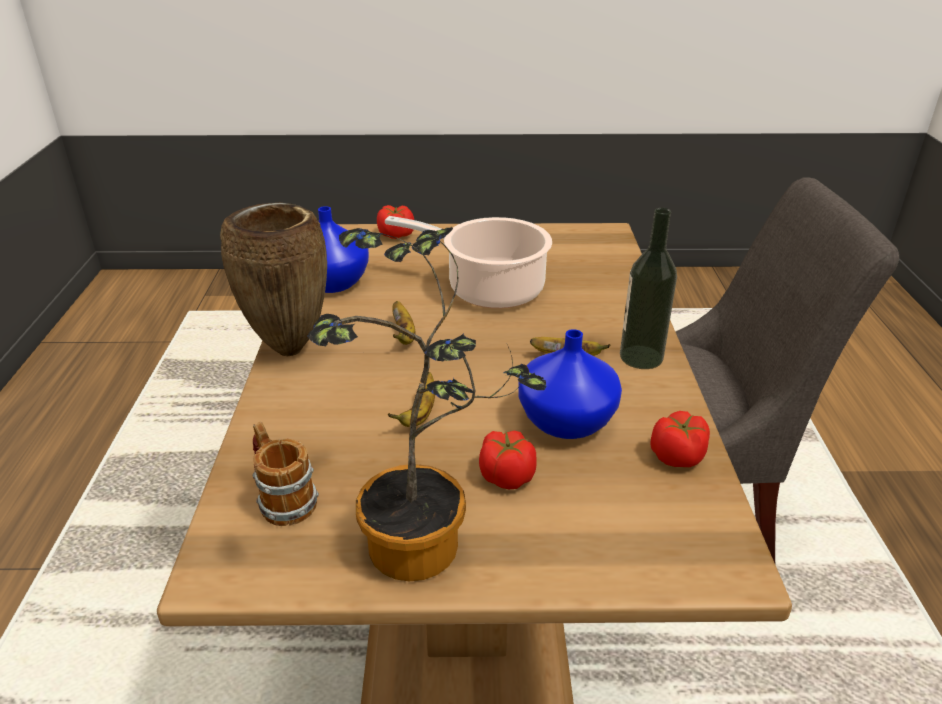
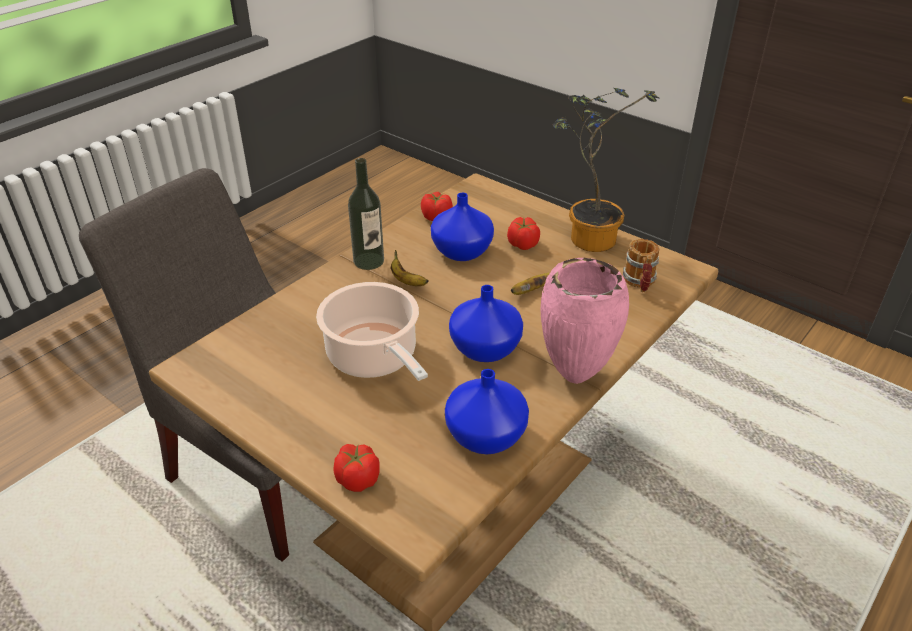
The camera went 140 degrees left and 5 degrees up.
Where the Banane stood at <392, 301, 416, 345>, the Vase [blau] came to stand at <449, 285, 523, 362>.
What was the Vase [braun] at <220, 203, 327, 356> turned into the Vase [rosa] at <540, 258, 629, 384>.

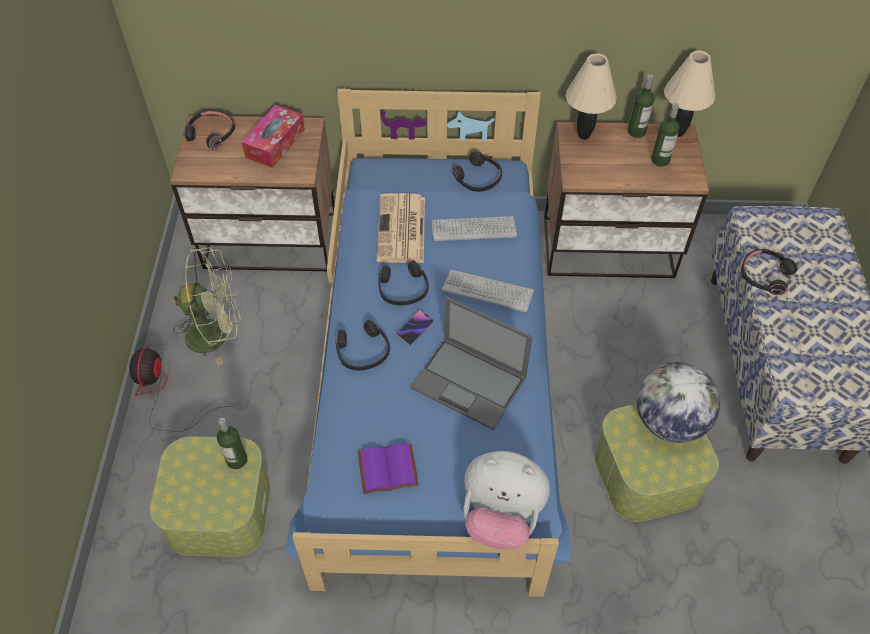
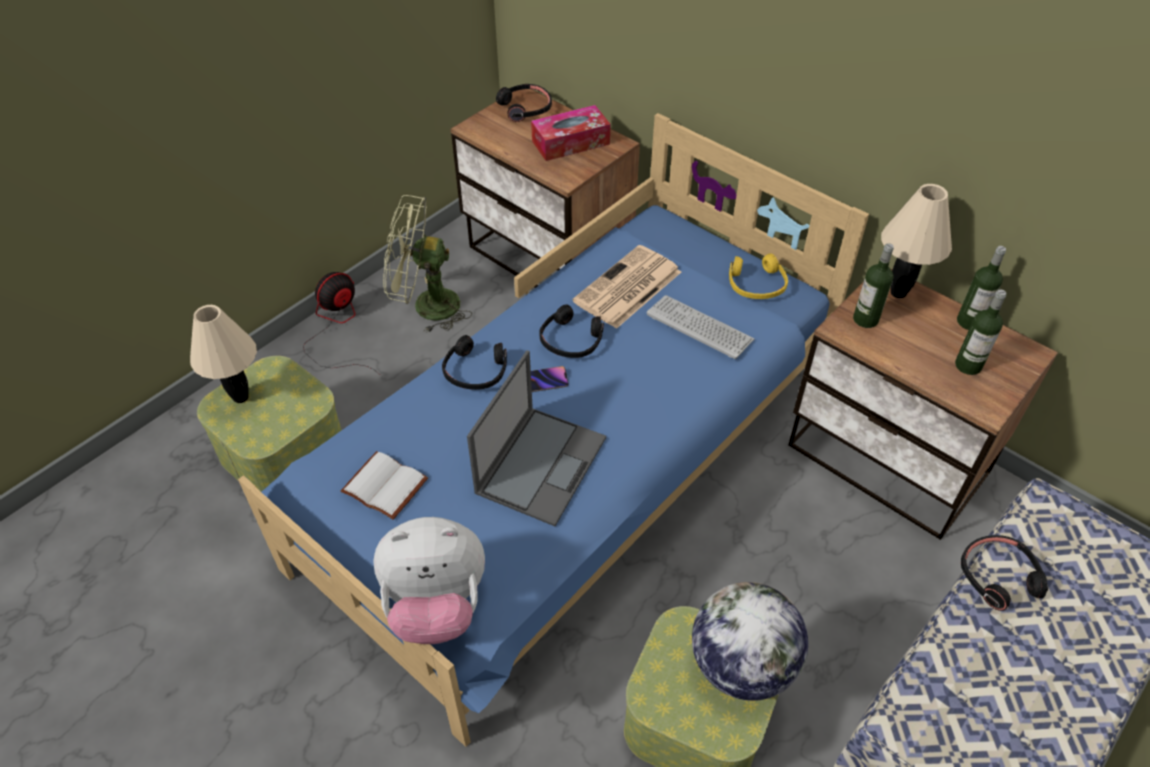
The camera went 40 degrees right and 5 degrees down.
The second view lost the Tastatur at <442, 269, 534, 312>.
The Flasche ended up elsewhere, having gone from <217, 418, 247, 469> to <853, 243, 894, 328>.
The Tischlampe [beige] ended up elsewhere, having gone from <664, 51, 715, 137> to <190, 305, 257, 403>.
What was the Buch [lila] at <358, 443, 418, 494> turned into the Buch [weiß] at <341, 451, 428, 520>.
What was the Kopfhörer [schwarz] at <452, 151, 502, 192> turned into the Kopfhörer [gelb] at <729, 253, 788, 299>.
The Ventilator [grün] at <173, 248, 240, 366> ended up facing another way, 150 degrees clockwise from before.
The Laptop at <411, 296, 533, 430> ended up facing another way, 135 degrees counterclockwise from before.
The Plüschtier at <463, 451, 550, 549> ended up facing another way, 60 degrees counterclockwise from before.

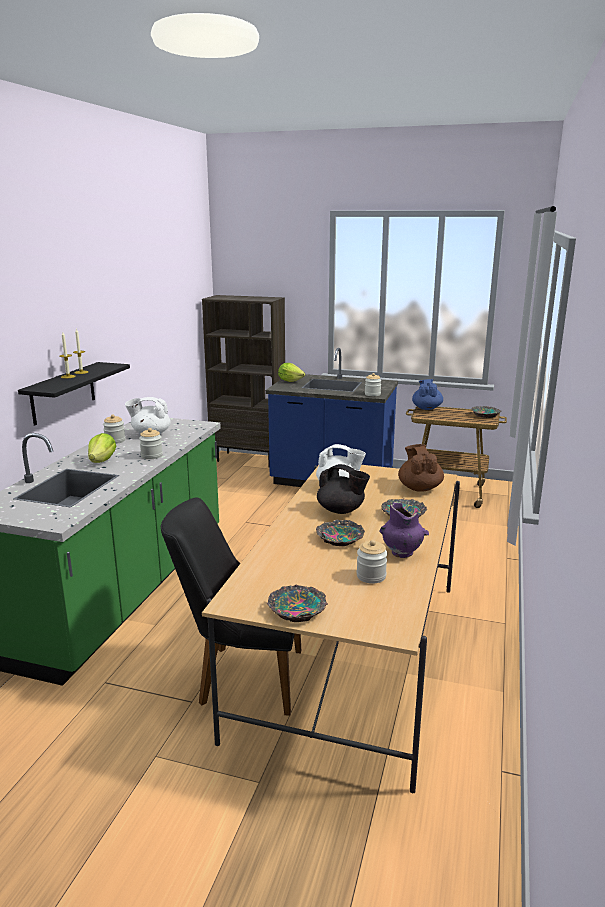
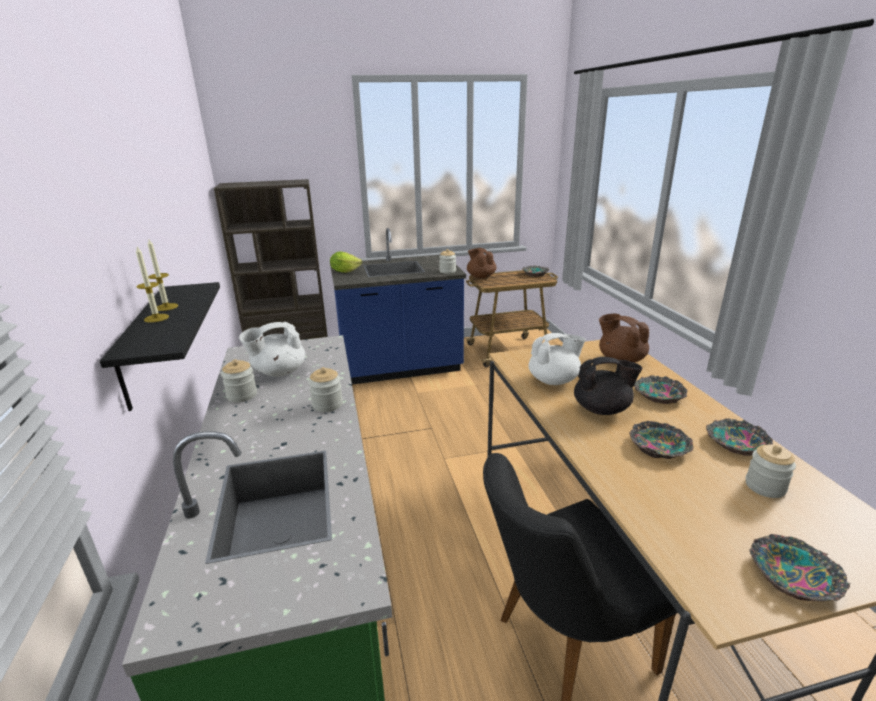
The camera went 30 degrees left and 5 degrees up.
The second view lost the Salatkopf at <88, 433, 117, 463>.
Where the Vase [lila] stood at <379, 502, 429, 558>, the Schüssel came to stand at <706, 418, 773, 456>.
What was the Teekanne [blau] at <412, 379, 443, 410> turned into the Teekanne [braun] at <467, 248, 497, 279>.

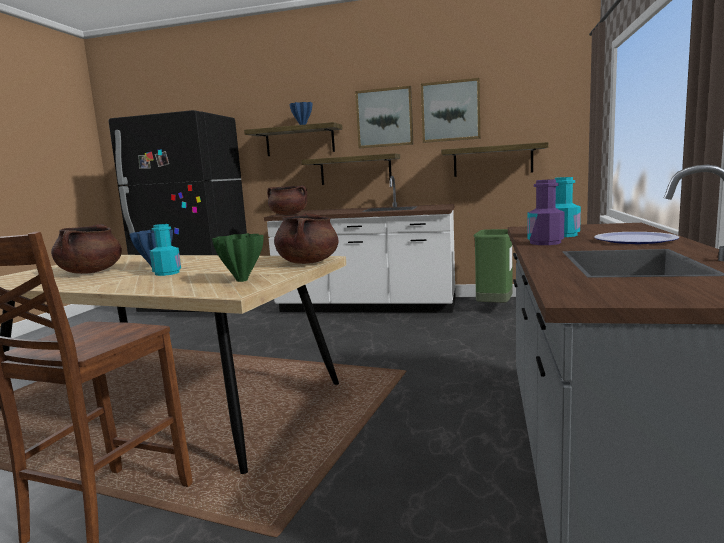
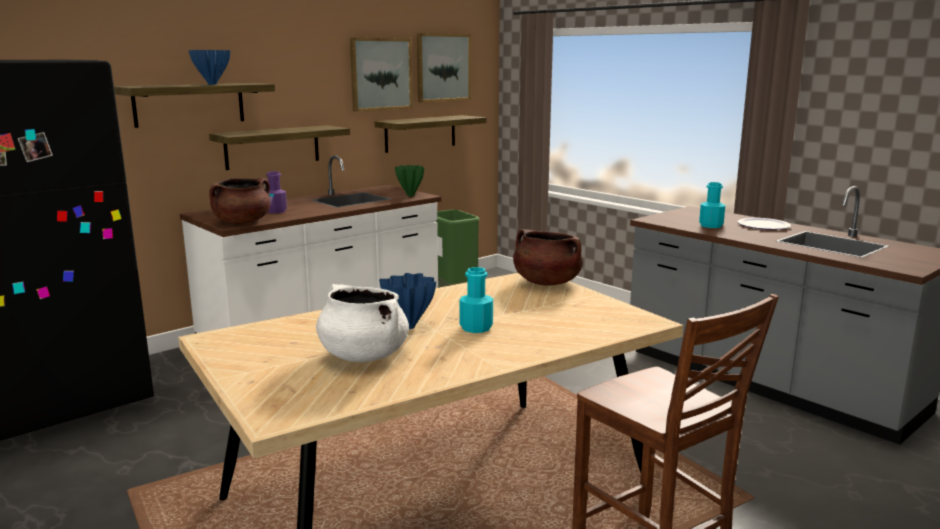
The camera went 55 degrees left and 5 degrees up.
The Vase [grün] ended up elsewhere, having gone from <212, 233, 264, 282> to <395, 165, 424, 196>.
The Bild ended up elsewhere, having gone from <355, 86, 413, 148> to <417, 33, 471, 102>.
The Flasche [lila] ended up elsewhere, having gone from <527, 179, 565, 245> to <266, 171, 287, 213>.
What was the Kochtopf [braun] at <51, 224, 122, 274> turned into the Kochtopf [weiß] at <316, 284, 409, 362>.

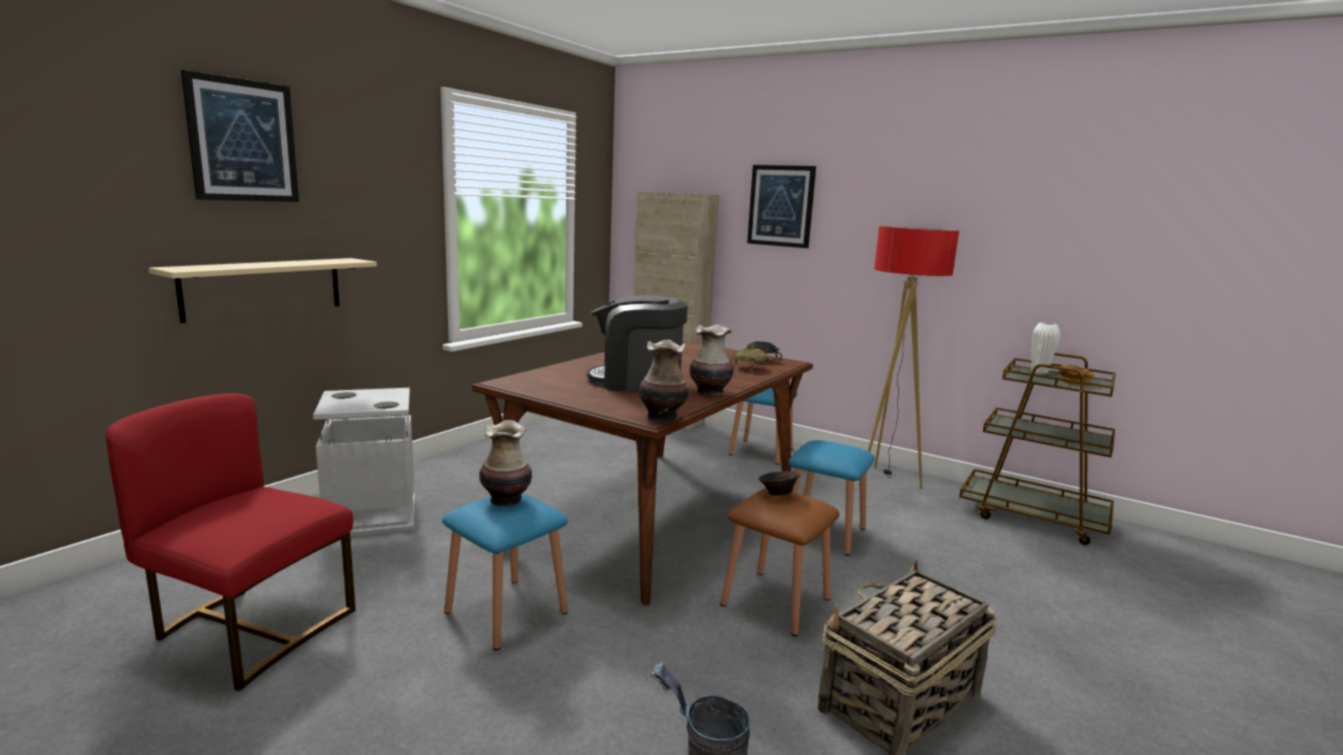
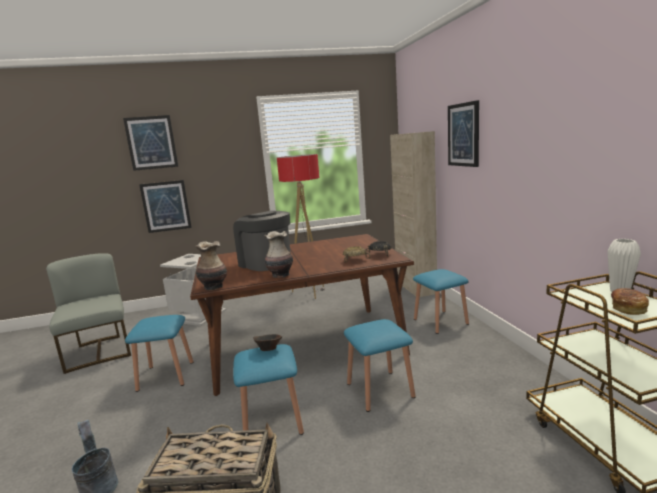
The camera went 45 degrees right and 0 degrees up.
The second view lost the Vase at <479, 420, 532, 506>.
The Stehlampe ended up elsewhere, having gone from <858, 226, 959, 489> to <277, 154, 325, 299>.
Where the Wandregal [beige] hung at <149, 258, 377, 323>, the Bild came to hang at <139, 180, 192, 233>.
What was the Stuhl [rot] at <106, 393, 356, 691> turned into the Stuhl [grau] at <46, 253, 131, 374>.
What was the Hocker [braun] at <720, 488, 840, 636> turned into the Hocker [blau] at <233, 344, 304, 435>.

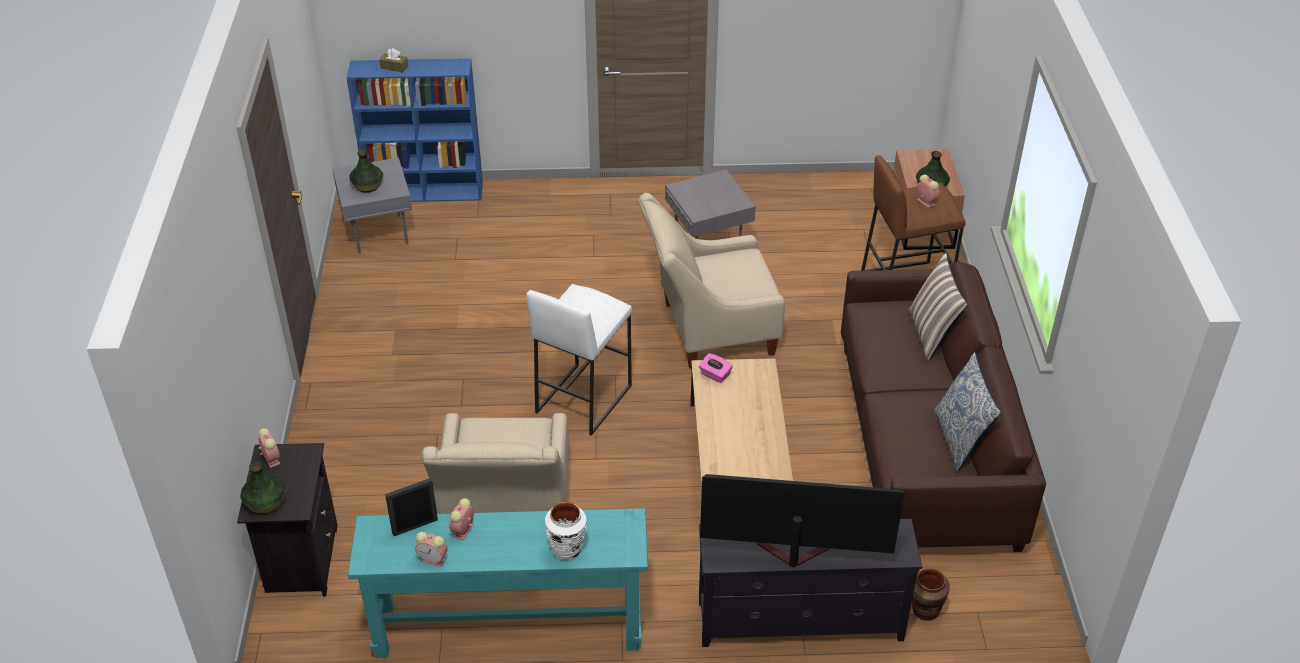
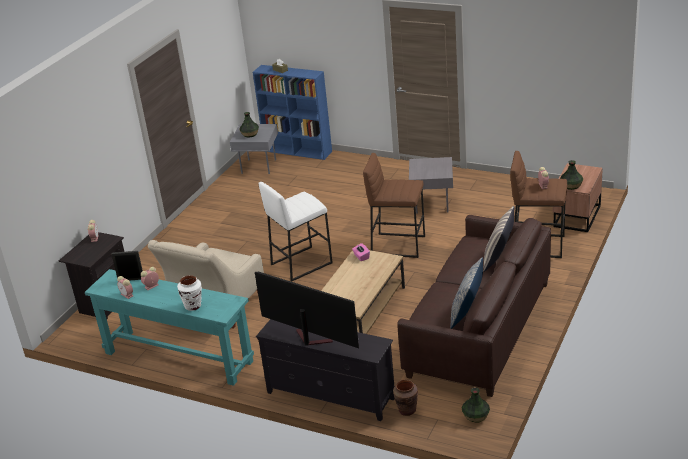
The camera went 30 degrees right and 10 degrees down.
The Vase ended up elsewhere, having gone from <240, 461, 286, 514> to <462, 388, 490, 422>.
Where the Sessel [beige] stood at <638, 193, 785, 368>, the Hocker [braun] came to stand at <363, 153, 425, 258>.

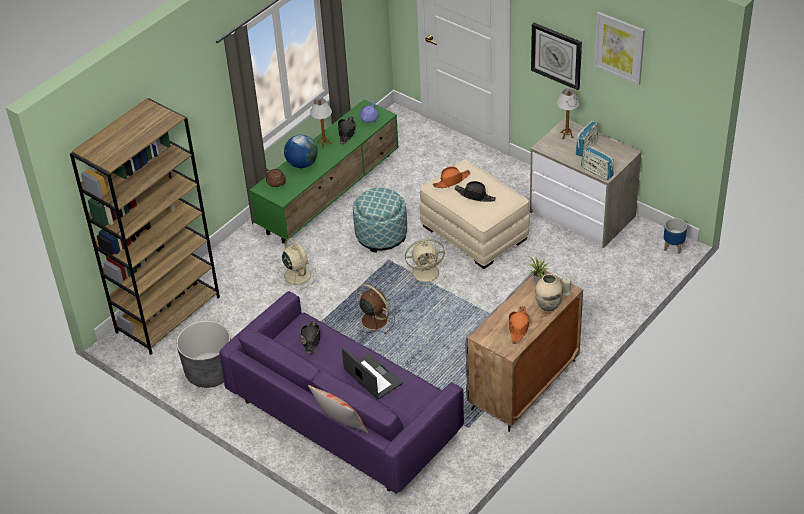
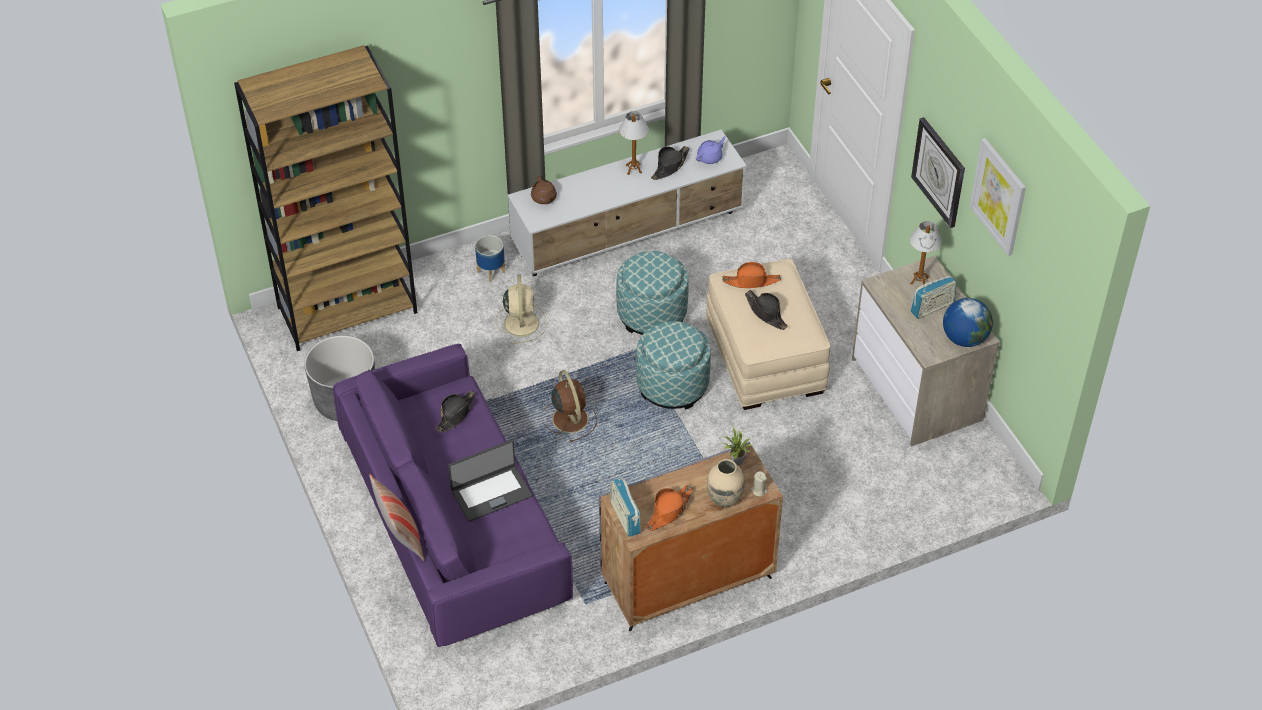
The camera went 25 degrees right and 5 degrees up.
The Globus ended up elsewhere, having gone from <284, 135, 317, 168> to <943, 298, 993, 347>.
The Radio ended up elsewhere, having gone from <581, 146, 614, 180> to <610, 477, 641, 537>.
The Pflanzkübel ended up elsewhere, having gone from <664, 218, 687, 254> to <475, 235, 505, 282>.
Where the Ventilator [beige] stood at <404, 239, 446, 286>, the Polsterhocker came to stand at <636, 321, 711, 410>.
What was the Fernsehschrank [grün] at <250, 99, 399, 244> turned into the Fernsehschrank [weiß] at <508, 130, 747, 276>.
The Laptop at <342, 347, 403, 399> ended up facing another way, 75 degrees clockwise from before.

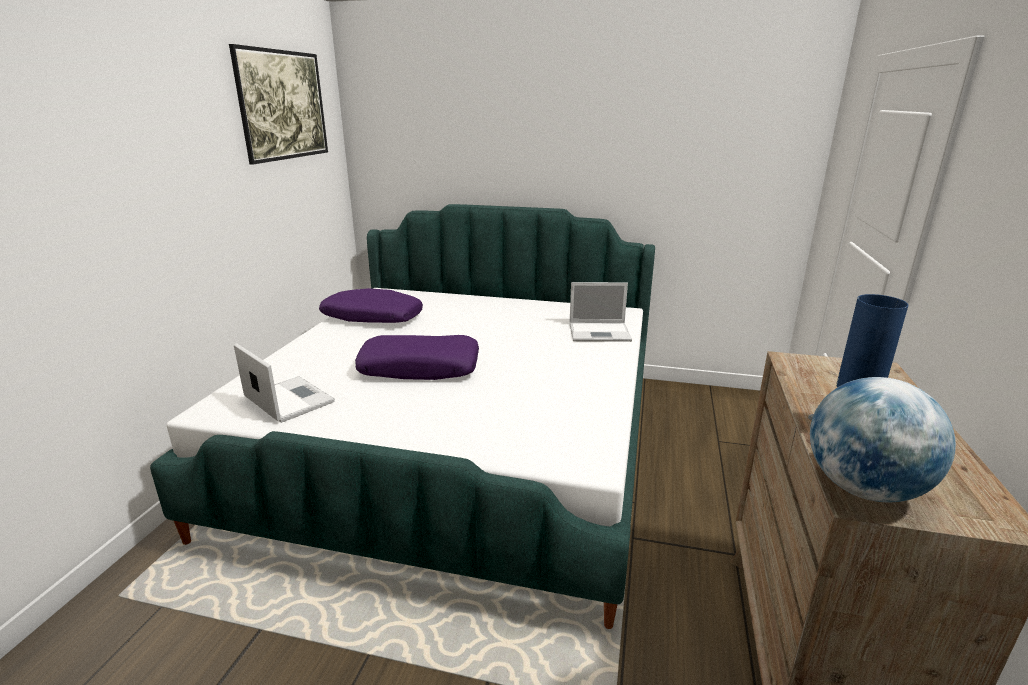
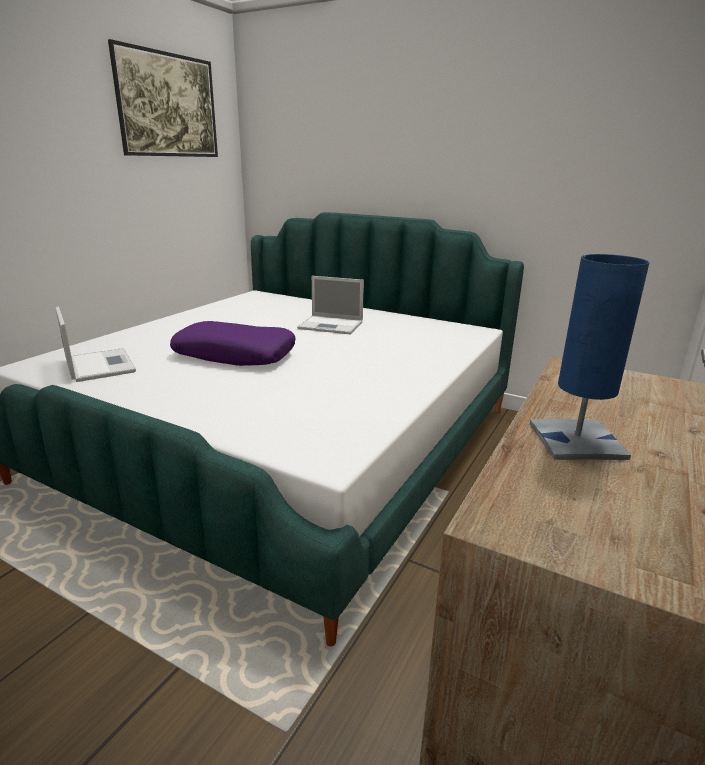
The camera went 15 degrees right and 0 degrees up.
The second view lost the Kissen [lila] at <319, 288, 423, 323>.
The second view lost the Globus at <810, 377, 956, 502>.
The Laptop ended up elsewhere, having gone from <570, 282, 632, 342> to <297, 276, 364, 335>.

